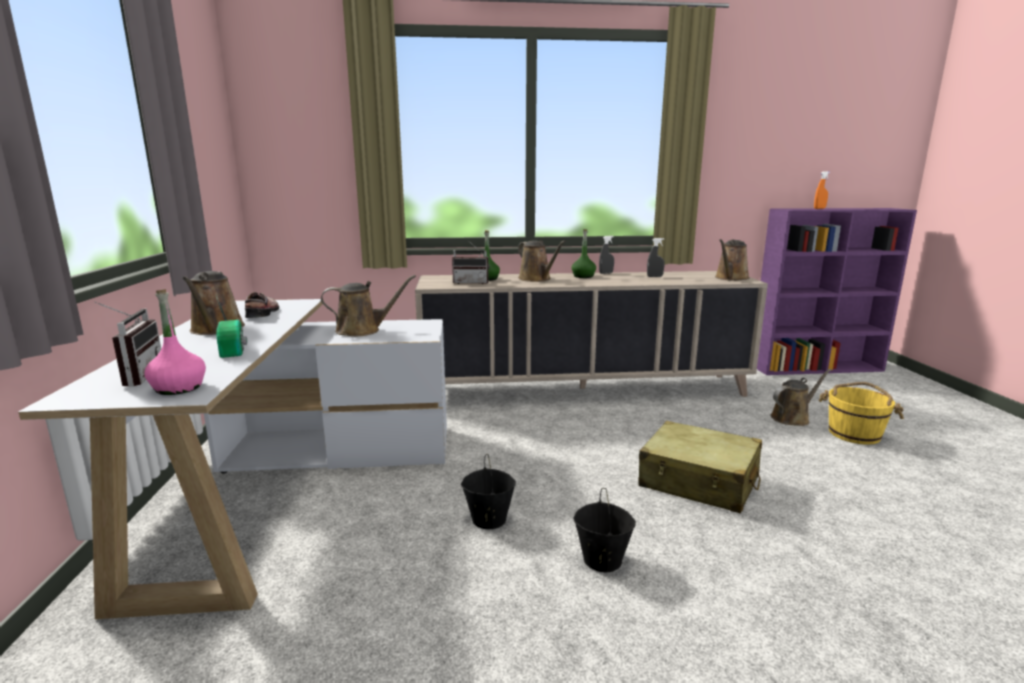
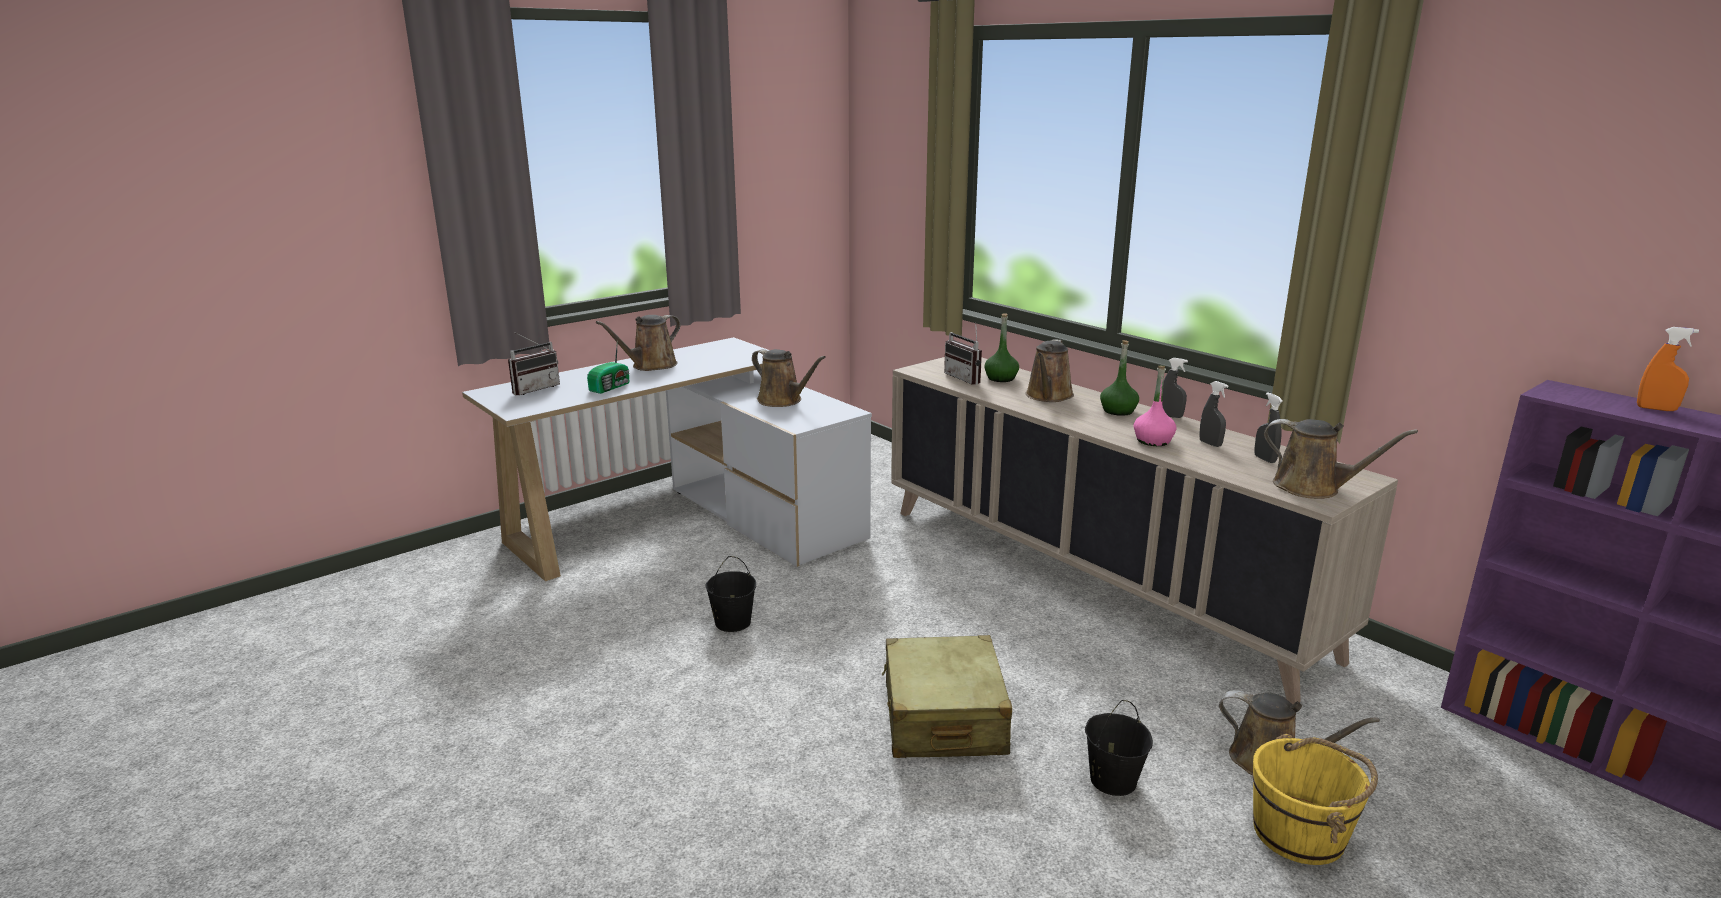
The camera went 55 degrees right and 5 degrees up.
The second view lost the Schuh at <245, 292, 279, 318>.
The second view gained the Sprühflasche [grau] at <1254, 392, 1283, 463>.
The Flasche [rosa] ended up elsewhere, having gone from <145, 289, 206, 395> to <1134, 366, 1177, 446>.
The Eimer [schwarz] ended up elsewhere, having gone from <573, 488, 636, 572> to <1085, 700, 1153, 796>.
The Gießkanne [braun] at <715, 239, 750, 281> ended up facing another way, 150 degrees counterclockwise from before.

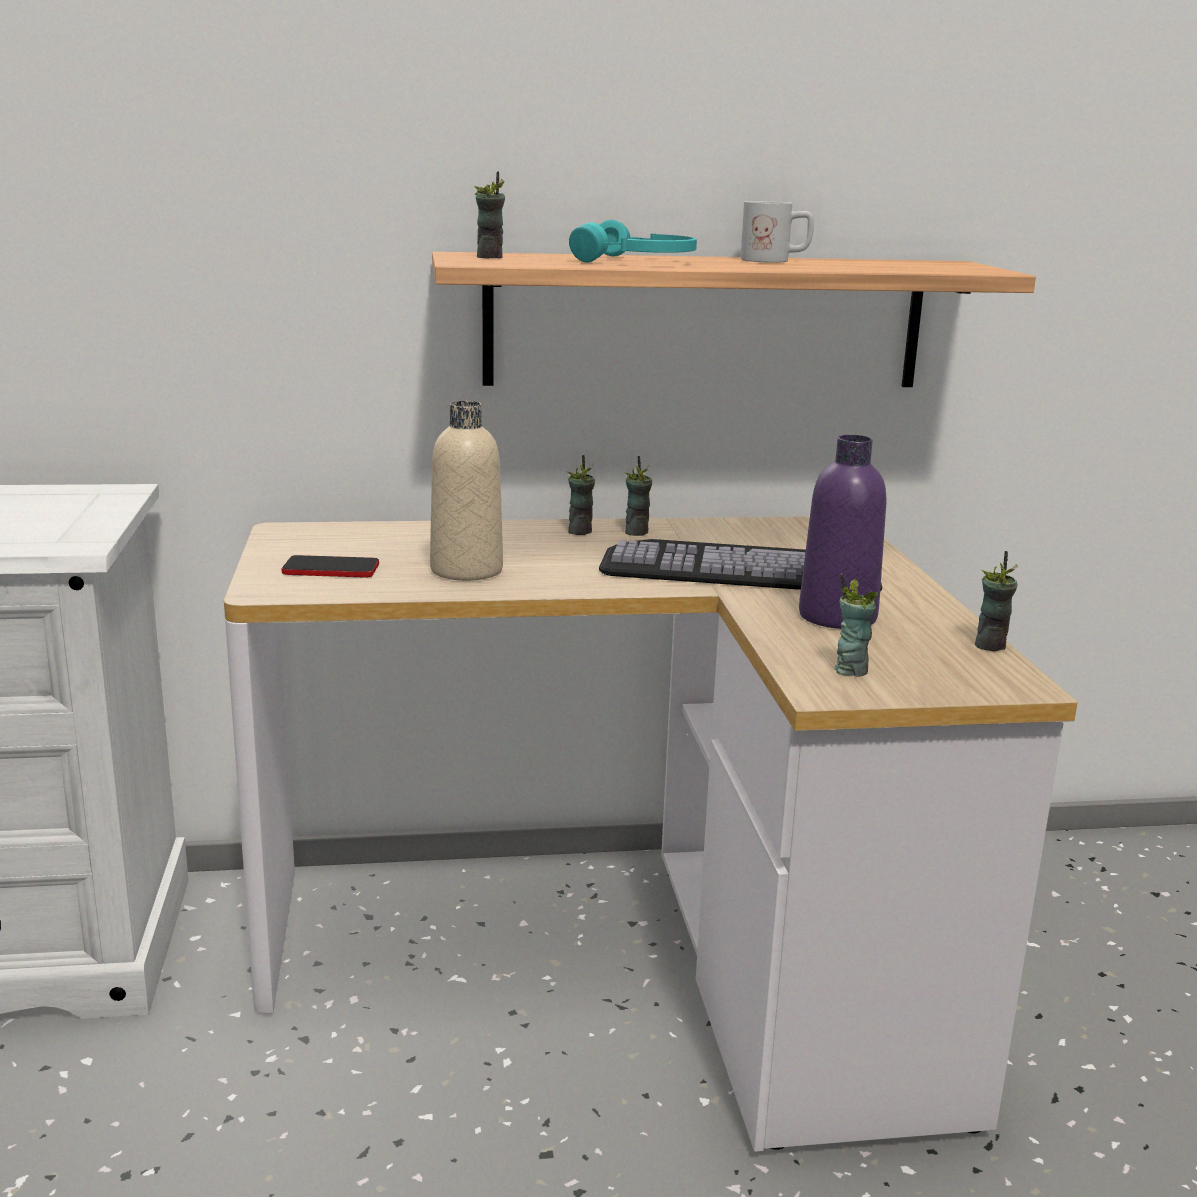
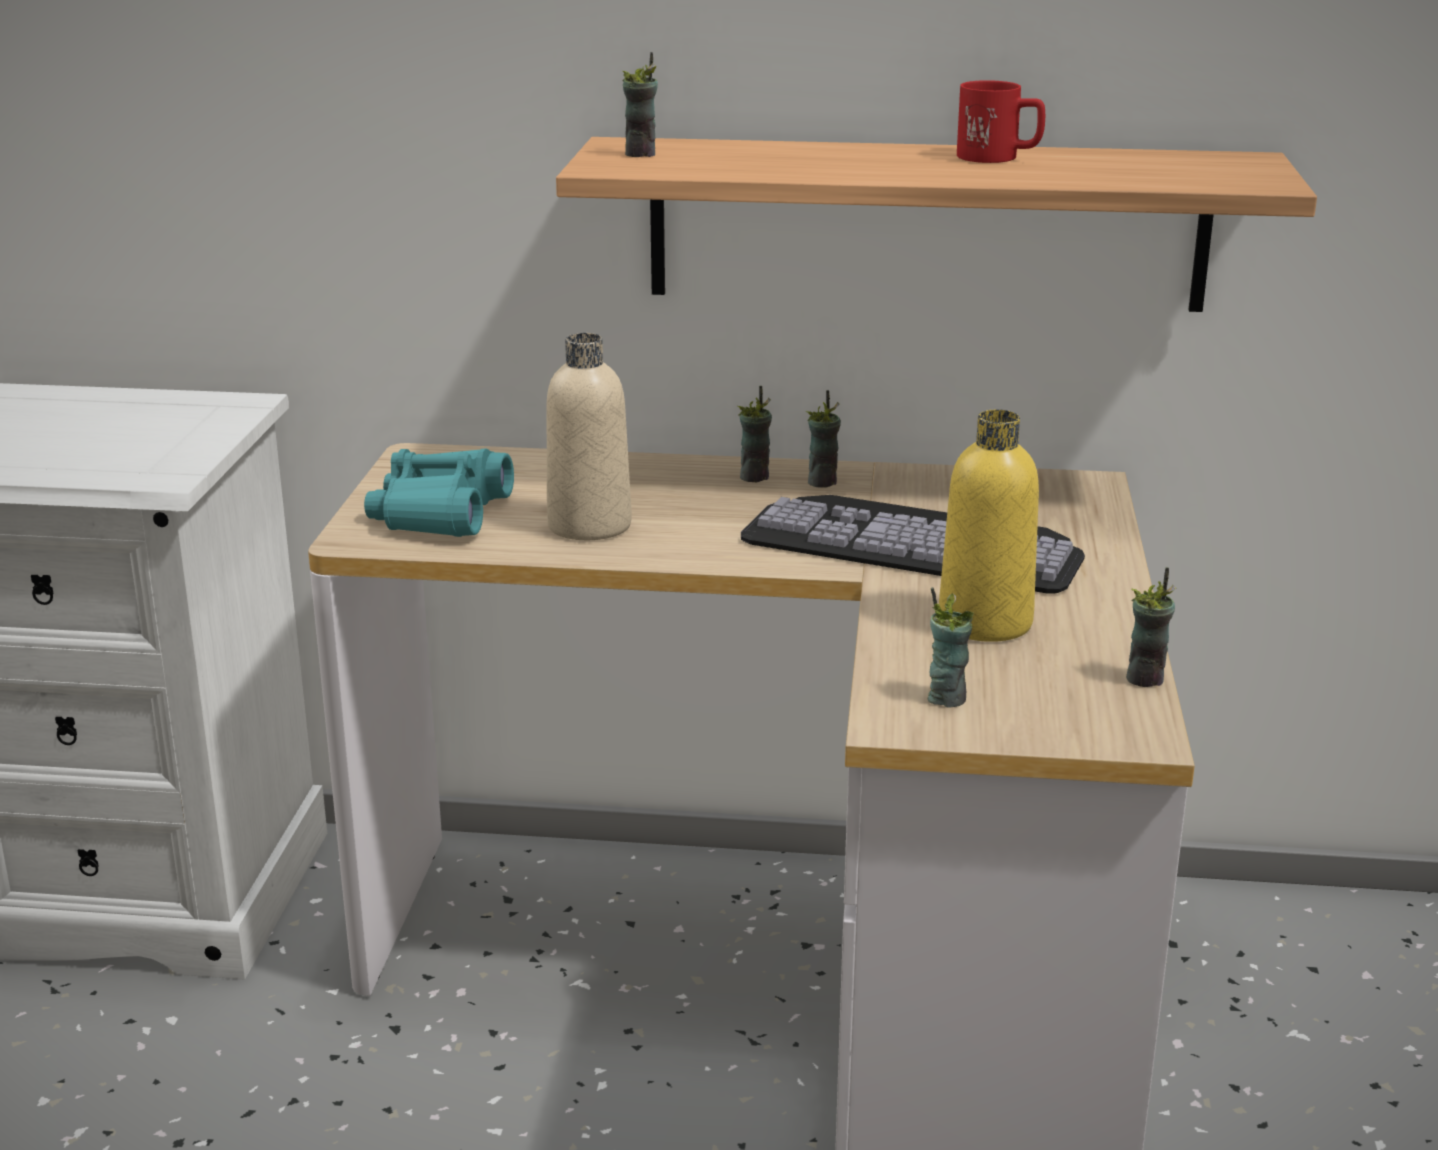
The camera went 15 degrees right and 5 degrees up.
The second view lost the Kopfhörer [türkis] at <569, 220, 697, 263>.
Where the Handy stood at <282, 555, 379, 578>, the Fernglas [türkis] came to stand at <364, 449, 514, 537>.
What was the Henkelbecher [weiß] at <741, 201, 814, 263> turned into the Henkelbecher [rot] at <957, 80, 1045, 163>.
What was the Flasche [lila] at <799, 435, 886, 629> turned into the Flasche [gelb] at <939, 409, 1039, 642>.

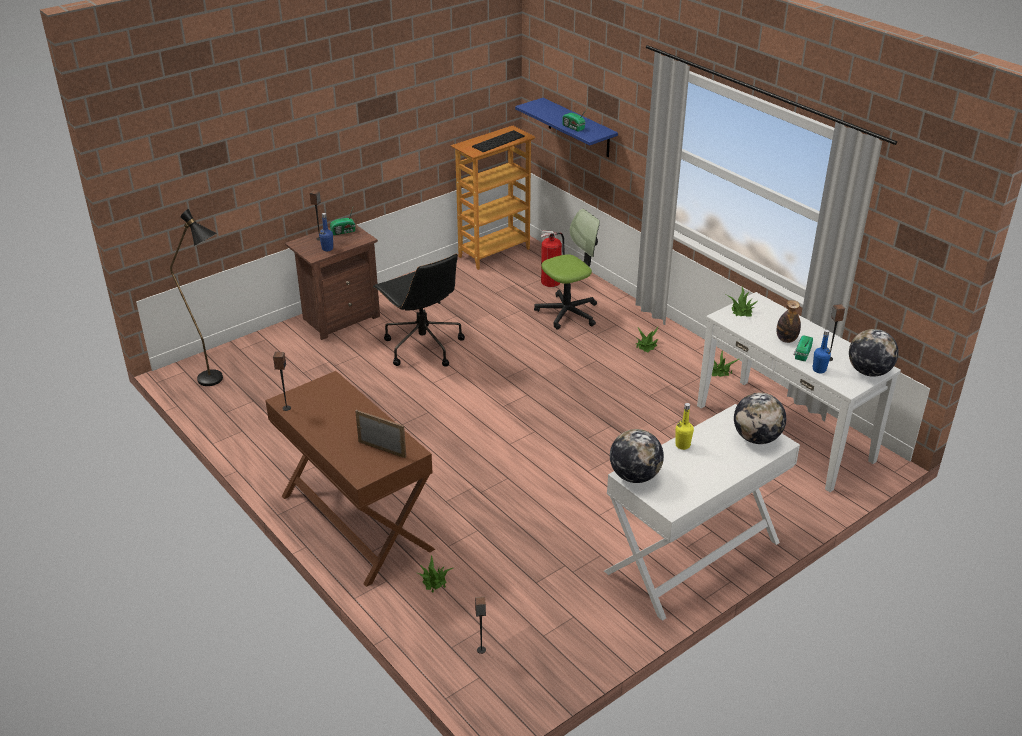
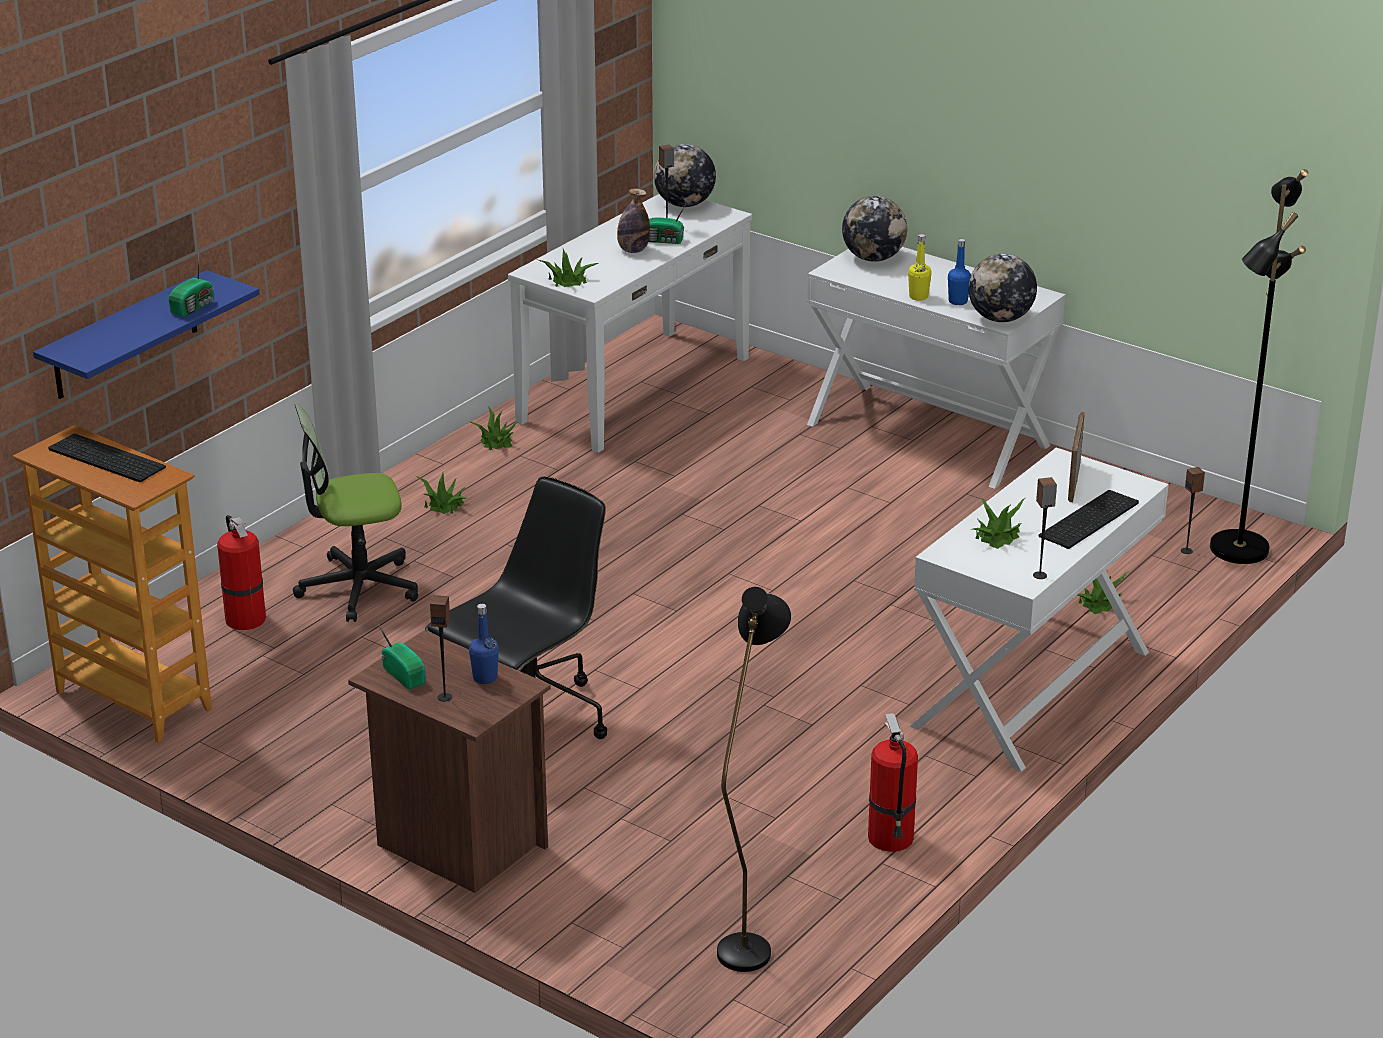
The camera went 105 degrees left and 5 degrees down.
The second view gained the Feuerlöscher at <868, 713, 918, 852>.
The second view gained the Topfpflanze at <971, 497, 1025, 549>.
The second view gained the Tastatur at <1038, 490, 1139, 549>.
The second view gained the Stehlampe [schwarz] at <1210, 169, 1308, 564>.
The Flasche [blau] ended up elsewhere, having gone from <812, 329, 831, 373> to <948, 239, 971, 305>.
What was the Schreibtisch [braun] at <265, 371, 435, 587> turned into the Schreibtisch [weiß] at <909, 448, 1169, 772>.
The Bürostuhl at <534, 209, 600, 330> ended up facing another way, 60 degrees counterclockwise from before.

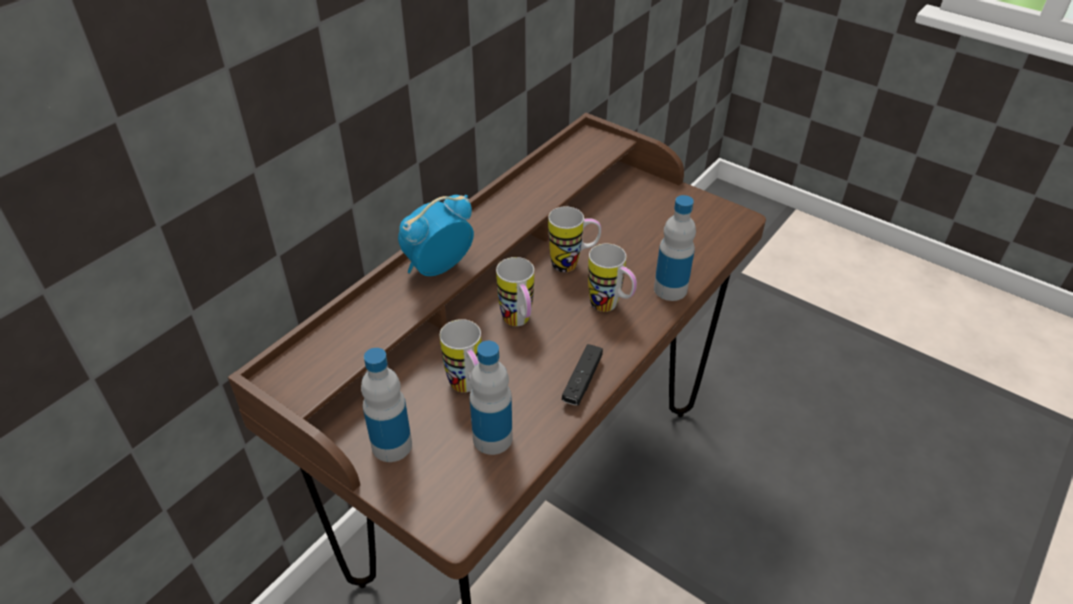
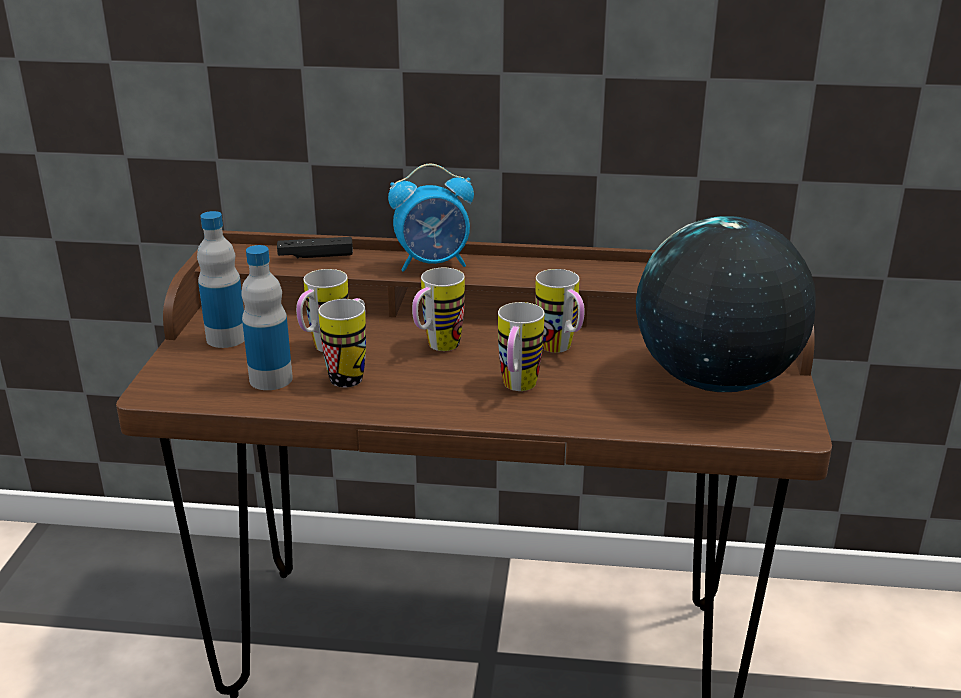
The camera went 60 degrees right and 15 degrees down.
The second view lost the Flasche at <654, 195, 696, 301>.
The second view gained the Henkelbecher at <318, 298, 366, 387>.
The second view gained the Globus at <636, 216, 816, 392>.
The Gamepad [schwarz] ended up elsewhere, having gone from <562, 344, 603, 405> to <277, 237, 353, 259>.
The Wecker at <398, 195, 474, 276> ended up facing another way, 150 degrees clockwise from before.

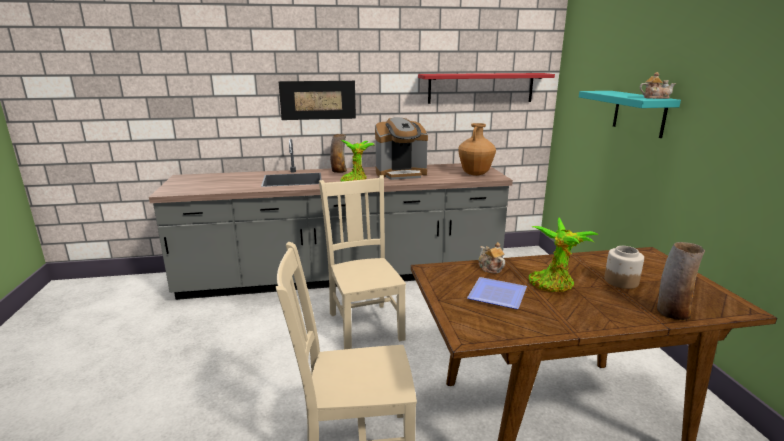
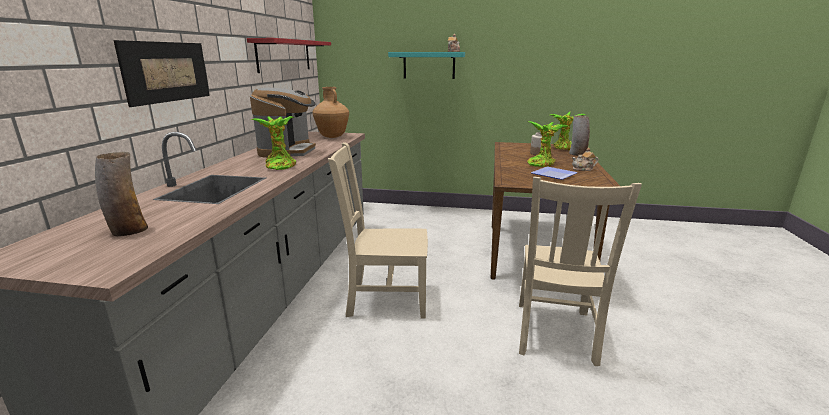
The camera went 70 degrees left and 0 degrees up.
The second view gained the Topfpflanze at <550, 112, 586, 150>.
The Vase ended up elsewhere, having gone from <330, 134, 347, 173> to <95, 152, 148, 236>.
The Teekanne ended up elsewhere, having gone from <478, 242, 505, 273> to <572, 148, 598, 171>.

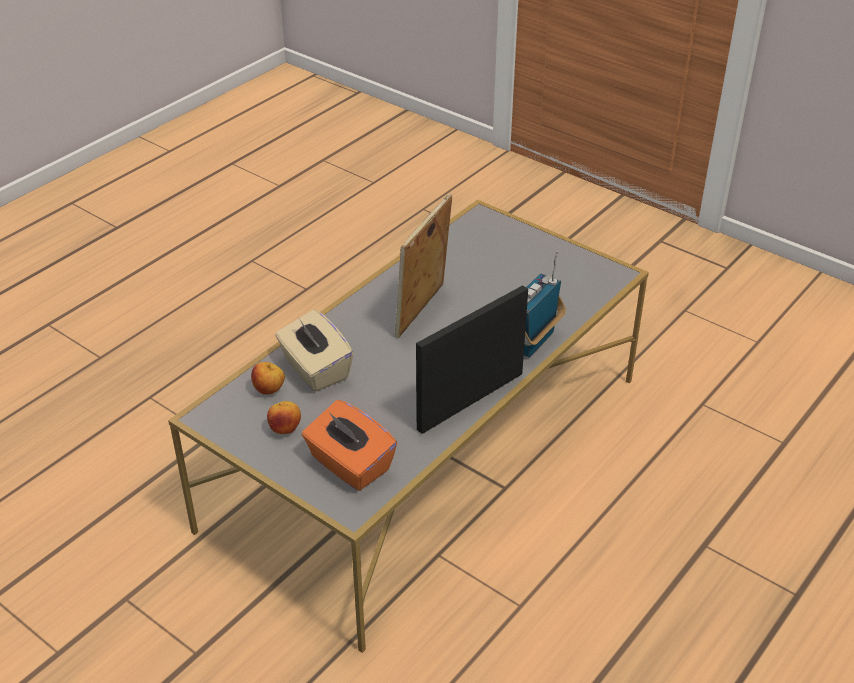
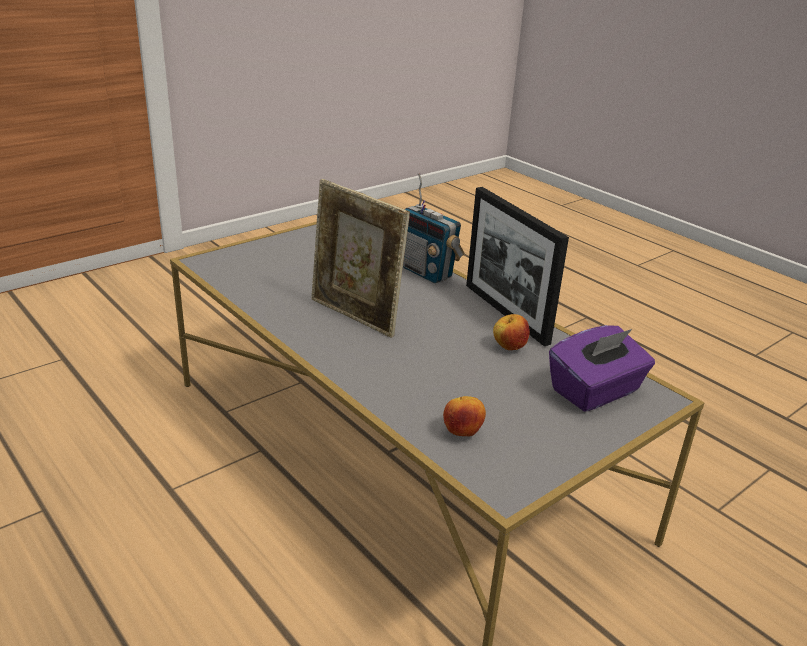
The camera went 80 degrees left and 10 degrees down.
The second view lost the Taschentuchbox [beige] at <275, 310, 353, 392>.
The Apfel ended up elsewhere, having gone from <267, 401, 301, 434> to <493, 314, 530, 350>.
What was the Taschentuchbox [orange] at <302, 400, 397, 491> turned into the Taschentuchbox [lila] at <549, 325, 655, 411>.

